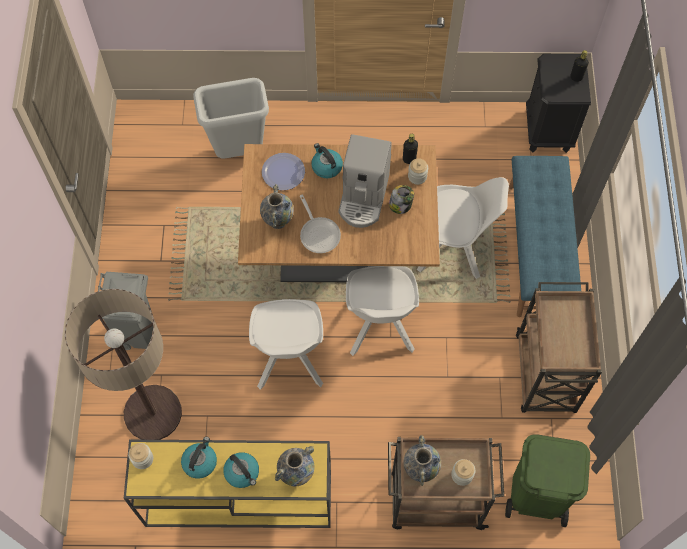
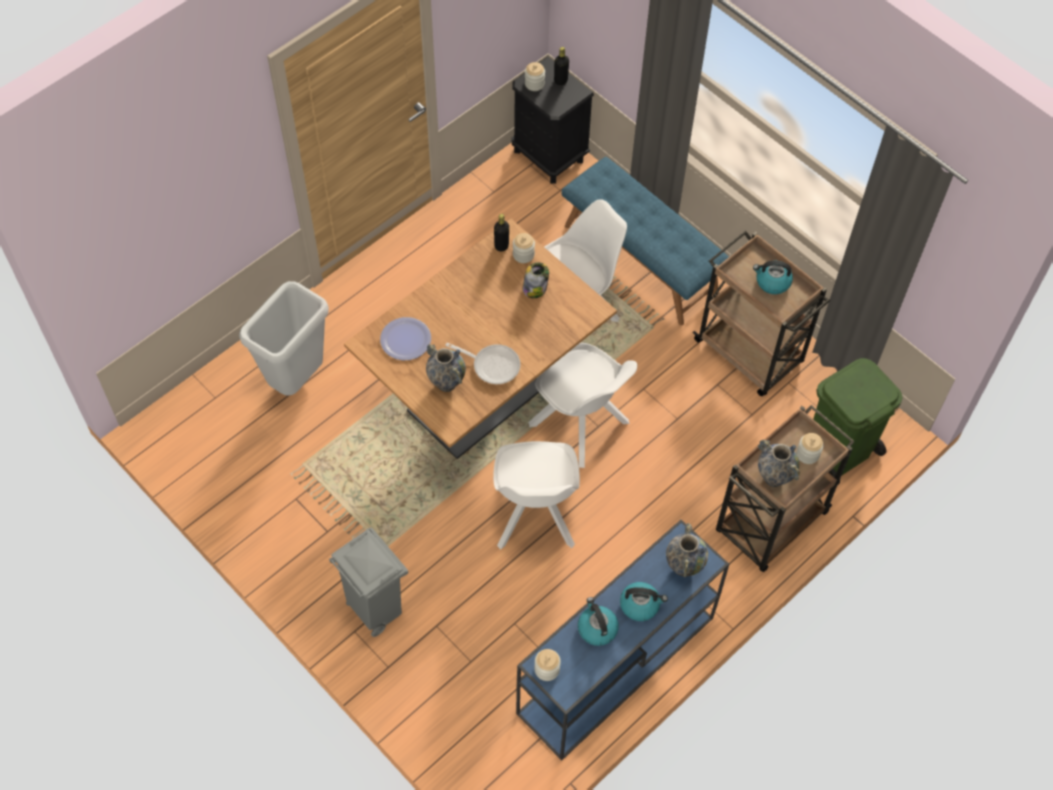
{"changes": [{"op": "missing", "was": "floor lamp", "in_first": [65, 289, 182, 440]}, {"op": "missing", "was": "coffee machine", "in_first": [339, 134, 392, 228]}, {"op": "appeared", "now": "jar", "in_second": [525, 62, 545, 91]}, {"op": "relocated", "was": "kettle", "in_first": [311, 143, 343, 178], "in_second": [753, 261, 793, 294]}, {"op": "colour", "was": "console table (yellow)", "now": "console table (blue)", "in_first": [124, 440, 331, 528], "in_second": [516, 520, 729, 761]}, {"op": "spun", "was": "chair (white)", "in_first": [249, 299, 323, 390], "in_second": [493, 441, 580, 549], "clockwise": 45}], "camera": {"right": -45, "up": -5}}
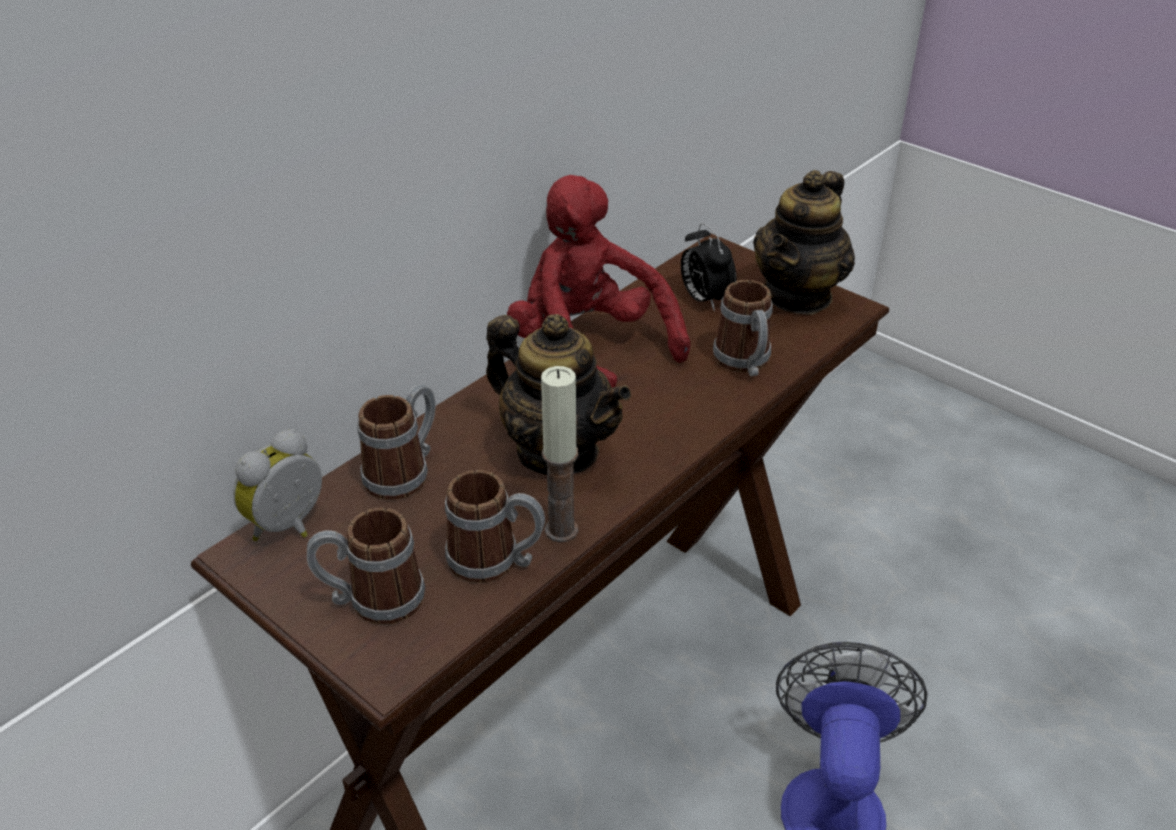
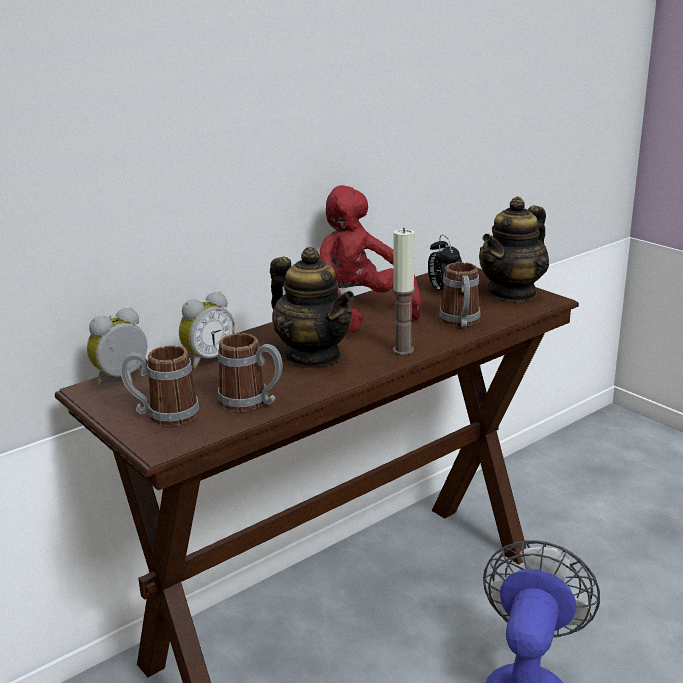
{"changes": [{"op": "relocated", "was": "candle", "in_first": [541, 366, 578, 542], "in_second": [392, 228, 415, 355]}, {"op": "exchanged", "was": "mug", "now": "alarm clock", "in_first": [357, 384, 436, 500], "in_second": [179, 292, 235, 369]}], "camera": {"right": 10, "up": -15}}
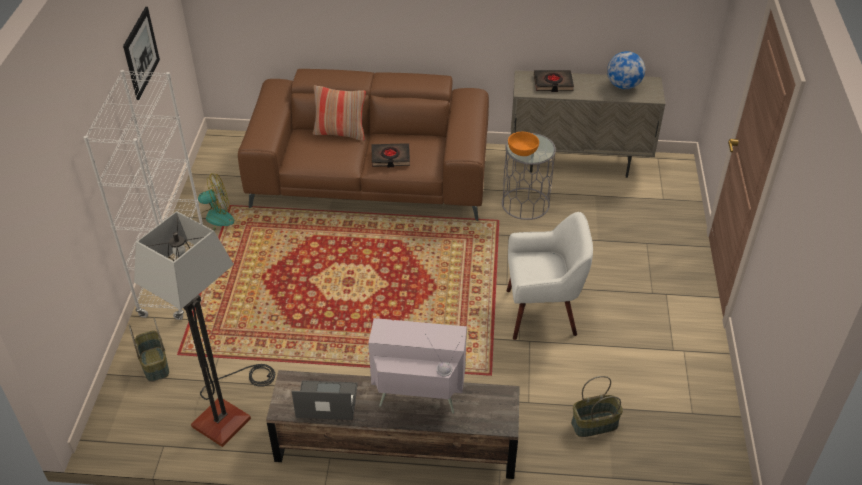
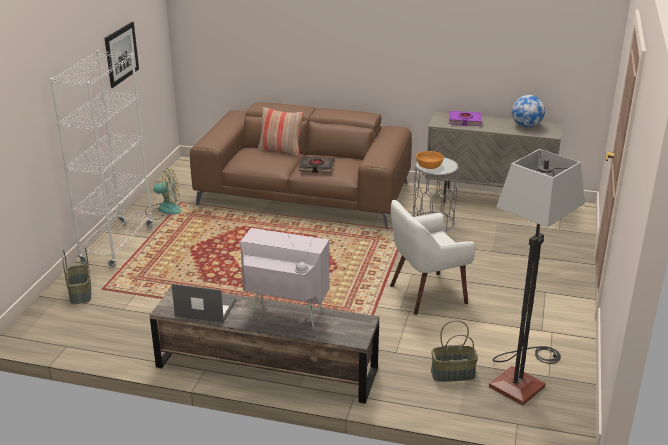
{"changes": [{"op": "relocated", "was": "floor lamp", "in_first": [134, 211, 275, 447], "in_second": [489, 149, 585, 406]}, {"op": "colour", "was": "book (black)", "now": "book (purple)", "in_first": [534, 70, 574, 92], "in_second": [449, 111, 482, 126]}, {"op": "spun", "was": "armchair (white)", "in_first": [507, 212, 593, 340], "in_second": [390, 200, 475, 315], "clockwise": 150}], "camera": {"right": 10, "up": -15}}
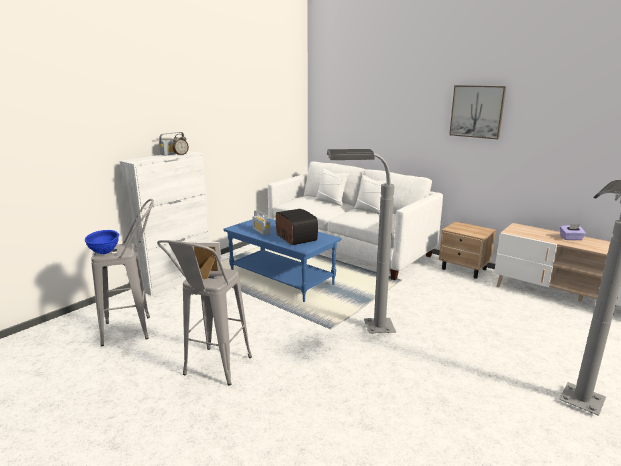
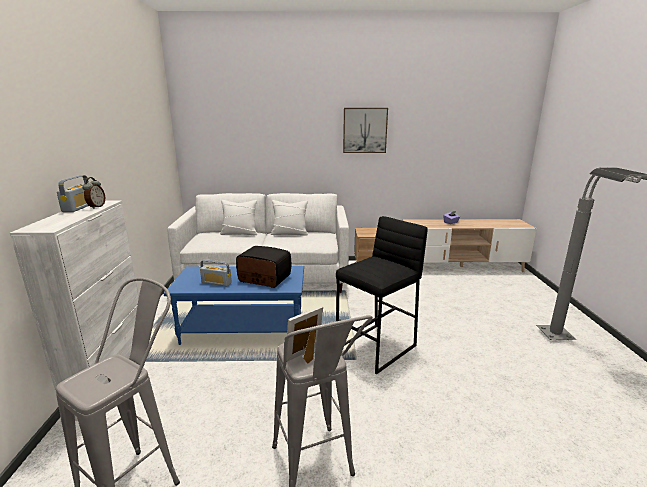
{"changes": [{"op": "missing", "was": "bowl (blue)", "in_first": [85, 230, 119, 254]}, {"op": "exchanged", "was": "floor lamp (grey)", "now": "stool (black)", "in_first": [327, 149, 396, 334], "in_second": [336, 216, 428, 374]}], "camera": {"right": -40, "up": 0}}
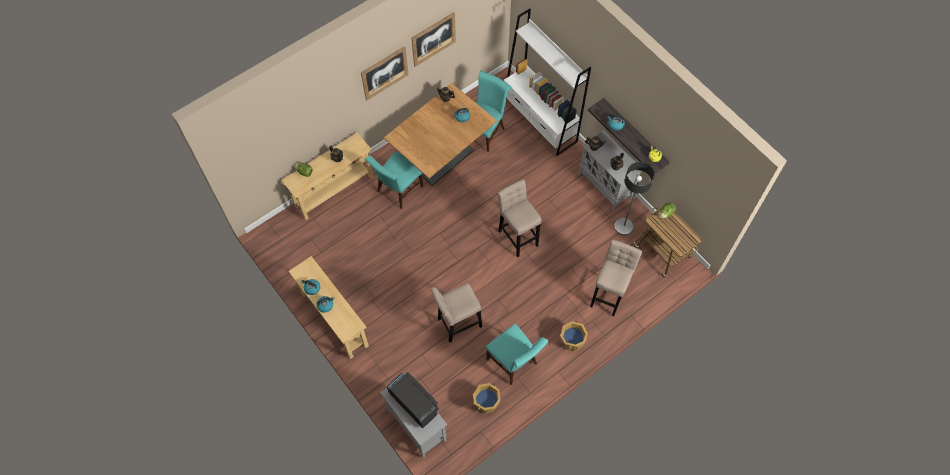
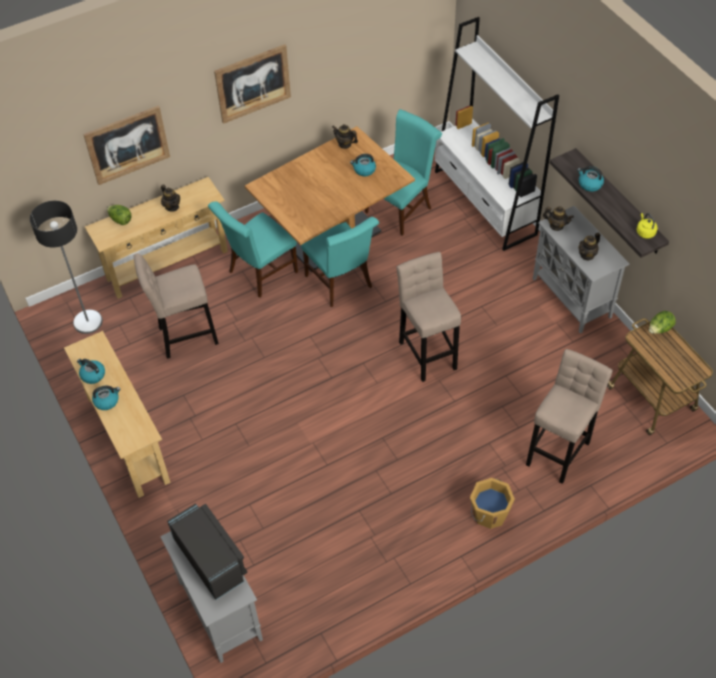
{"changes": [{"op": "missing", "was": "bucket (orange)", "in_first": [473, 383, 501, 413]}, {"op": "relocated", "was": "picture", "in_first": [411, 12, 456, 67], "in_second": [83, 105, 170, 185]}, {"op": "relocated", "was": "stool (beige)", "in_first": [431, 283, 482, 343], "in_second": [134, 253, 219, 359]}, {"op": "relocated", "was": "chair (turquoise)", "in_first": [486, 324, 549, 385], "in_second": [301, 217, 379, 307]}, {"op": "relocated", "was": "floor lamp", "in_first": [614, 162, 655, 235], "in_second": [30, 201, 103, 334]}], "camera": {"right": 10, "up": -10}}
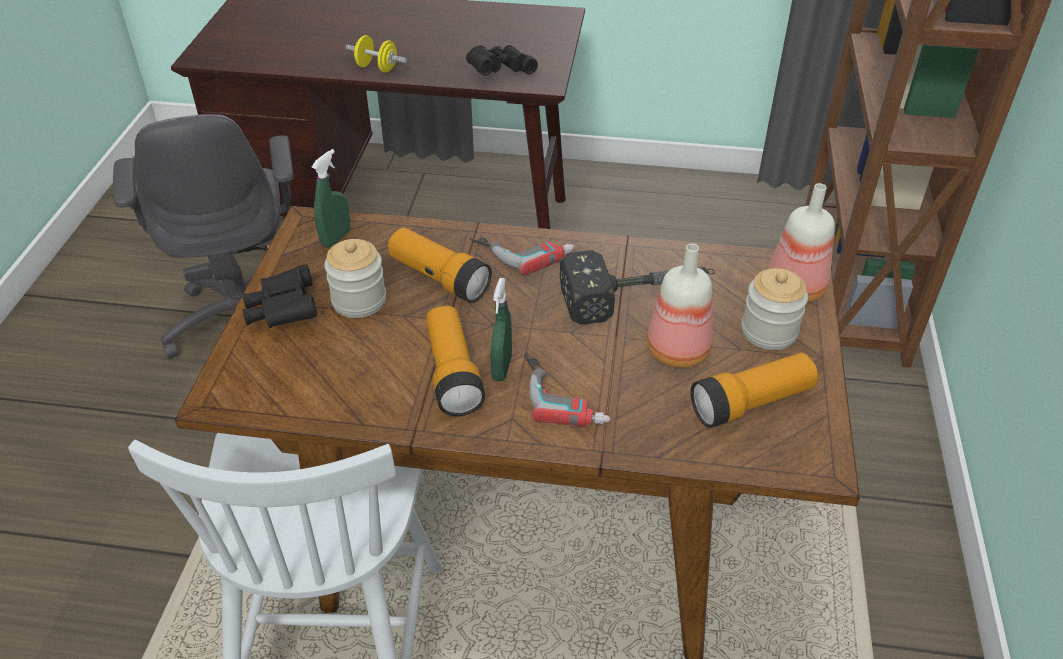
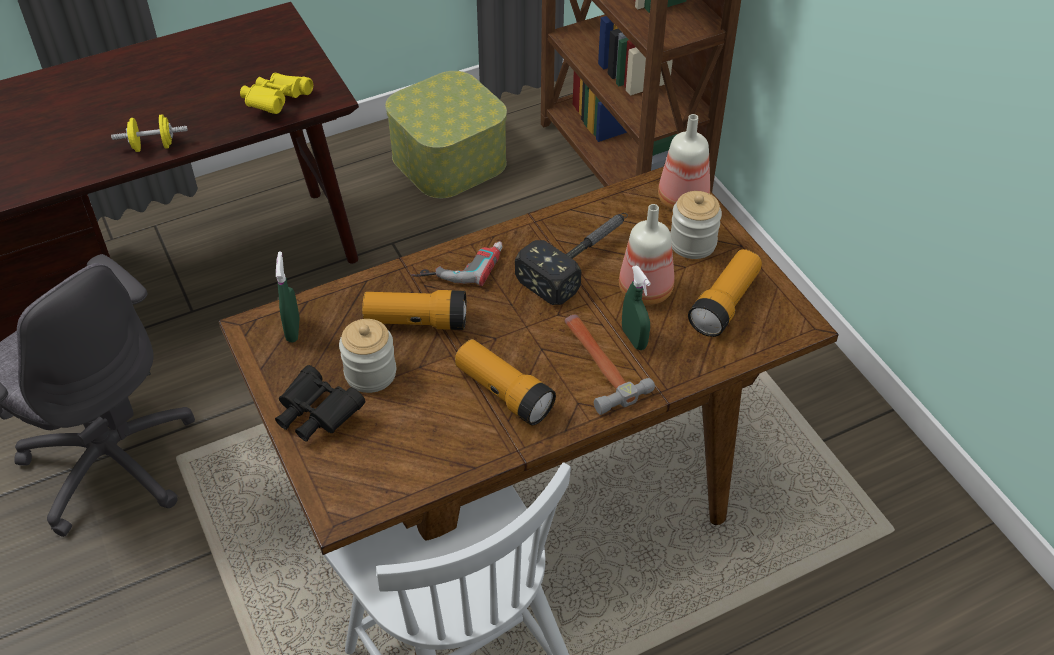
{"changes": [{"op": "appeared", "now": "storage box", "in_second": [385, 71, 507, 198]}, {"op": "relocated", "was": "spray bottle (green)", "in_first": [490, 278, 512, 381], "in_second": [622, 265, 651, 350]}, {"op": "exchanged", "was": "power drill", "now": "hammer", "in_first": [525, 352, 611, 427], "in_second": [564, 314, 655, 415]}, {"op": "colour", "was": "binoculars (black)", "now": "binoculars (yellow)", "in_first": [466, 45, 538, 75], "in_second": [240, 73, 313, 114]}], "camera": {"right": -35, "up": 5}}
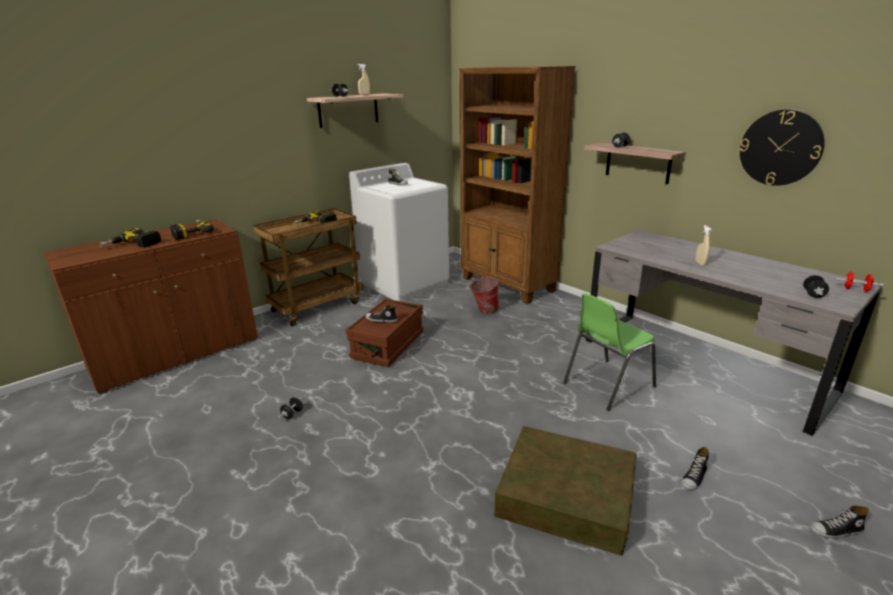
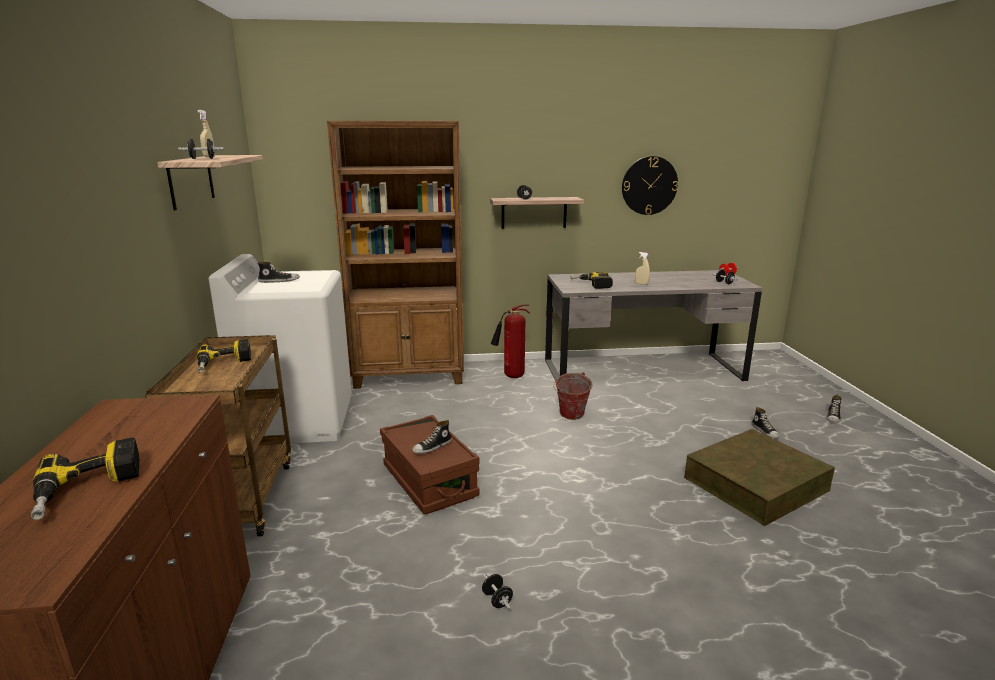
{"changes": [{"op": "missing", "was": "chair (green)", "in_first": [563, 293, 656, 411]}, {"op": "appeared", "now": "fire extinguisher", "in_second": [491, 305, 530, 378]}, {"op": "relocated", "was": "power drill", "in_first": [170, 220, 214, 240], "in_second": [570, 272, 613, 289]}, {"op": "relocated", "was": "bucket", "in_first": [469, 277, 499, 314], "in_second": [553, 372, 592, 420]}], "camera": {"right": -55, "up": -5}}
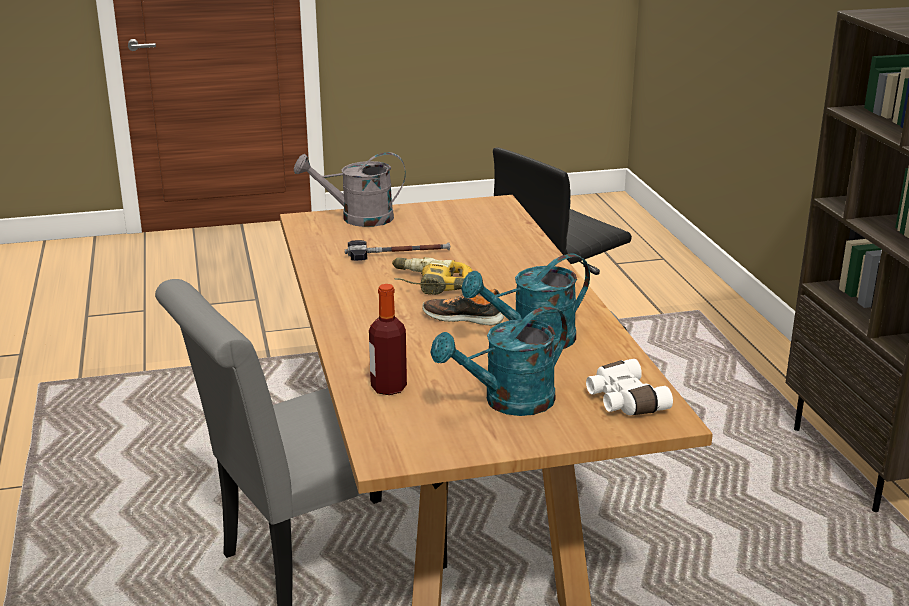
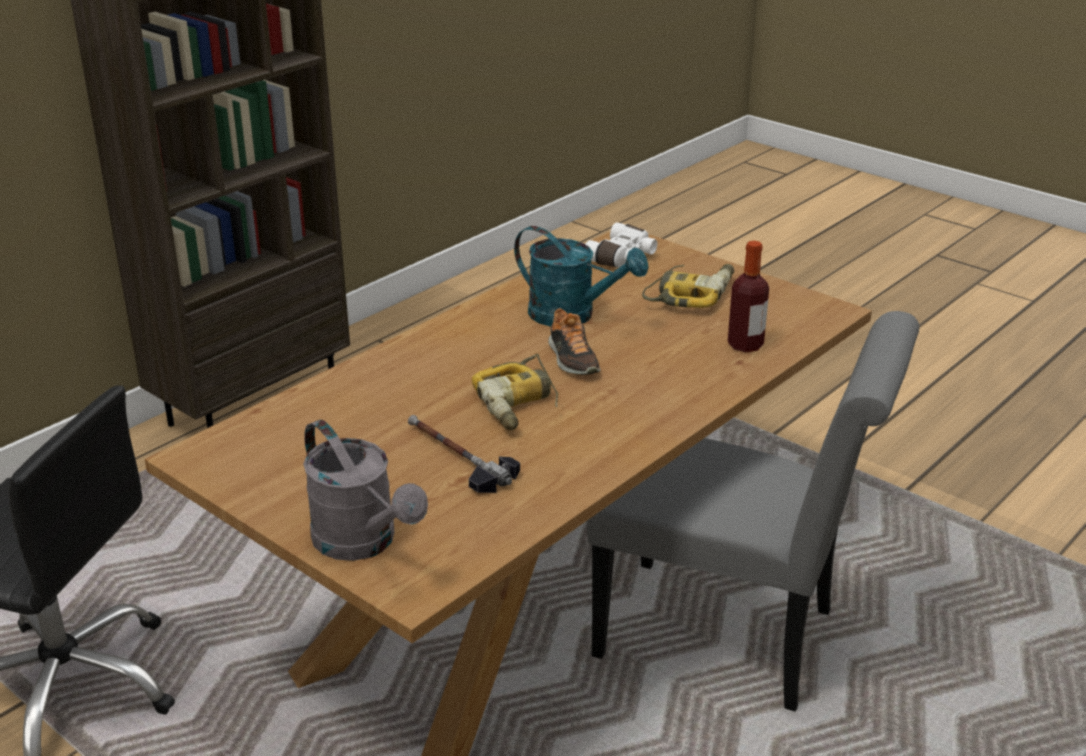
{"changes": [{"op": "exchanged", "was": "watering can (turquoise)", "now": "power drill", "in_first": [430, 306, 568, 416], "in_second": [642, 264, 734, 308]}], "camera": {"right": -125, "up": 5}}
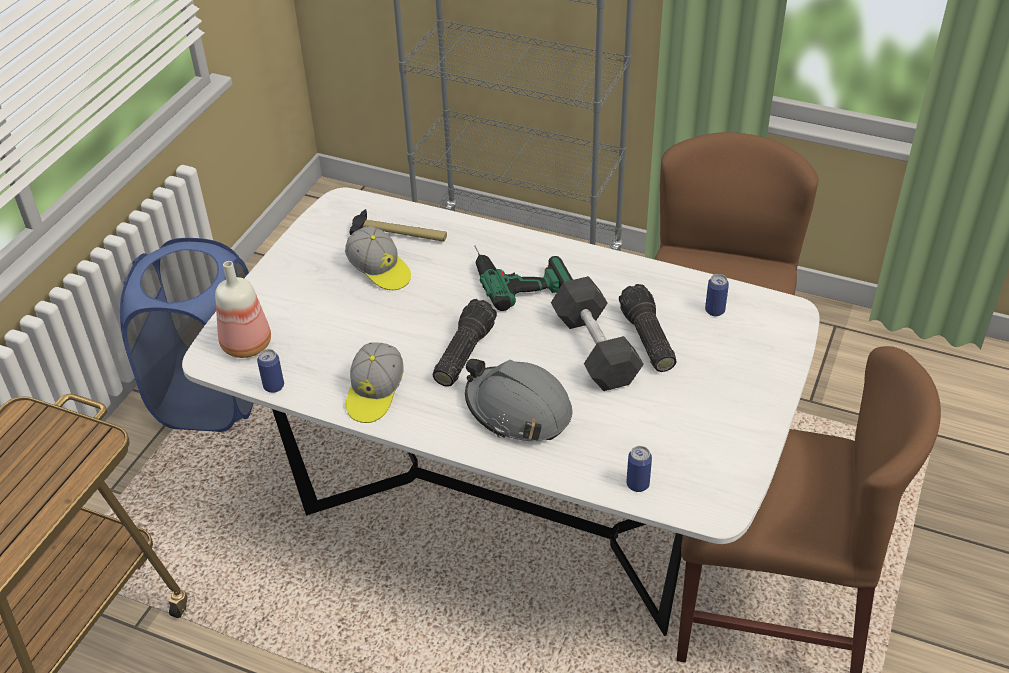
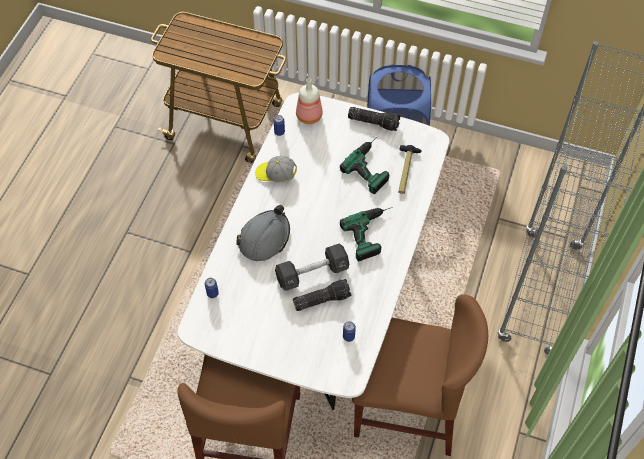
{"changes": [{"op": "relocated", "was": "flashlight", "in_first": [433, 299, 497, 387], "in_second": [348, 107, 400, 131]}, {"op": "exchanged", "was": "cap", "now": "power drill", "in_first": [345, 226, 411, 290], "in_second": [340, 137, 389, 194]}], "camera": {"right": 85, "up": 15}}
